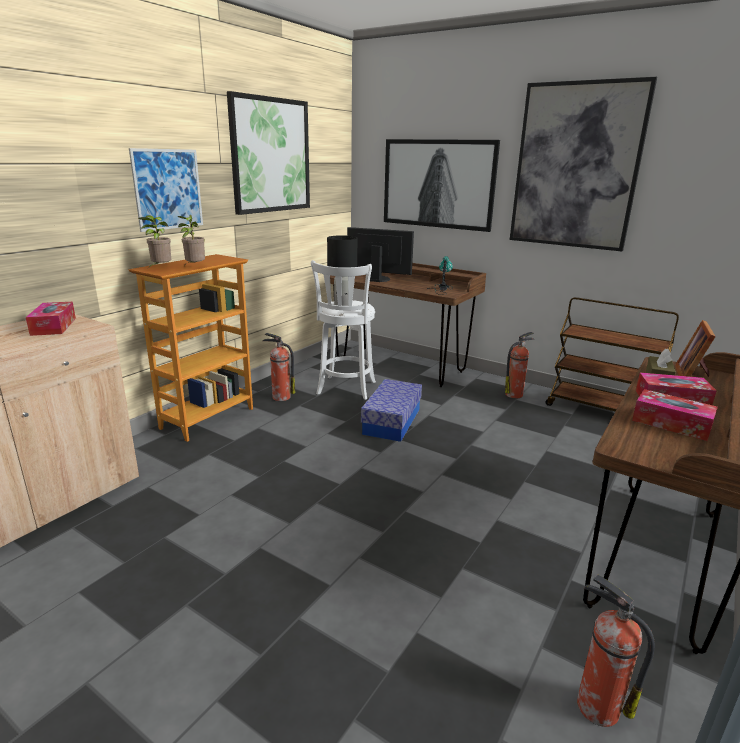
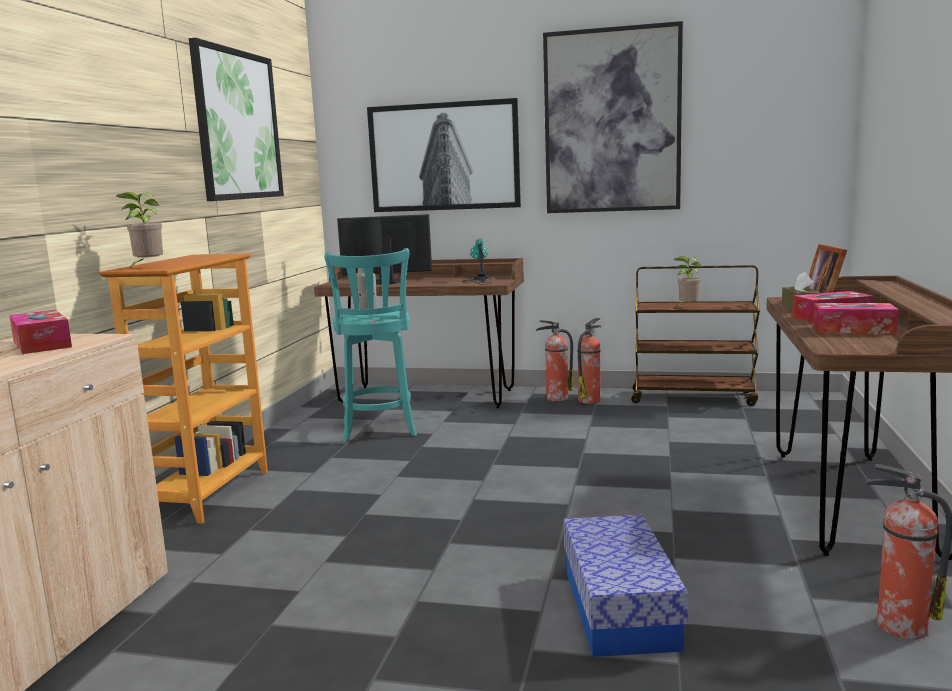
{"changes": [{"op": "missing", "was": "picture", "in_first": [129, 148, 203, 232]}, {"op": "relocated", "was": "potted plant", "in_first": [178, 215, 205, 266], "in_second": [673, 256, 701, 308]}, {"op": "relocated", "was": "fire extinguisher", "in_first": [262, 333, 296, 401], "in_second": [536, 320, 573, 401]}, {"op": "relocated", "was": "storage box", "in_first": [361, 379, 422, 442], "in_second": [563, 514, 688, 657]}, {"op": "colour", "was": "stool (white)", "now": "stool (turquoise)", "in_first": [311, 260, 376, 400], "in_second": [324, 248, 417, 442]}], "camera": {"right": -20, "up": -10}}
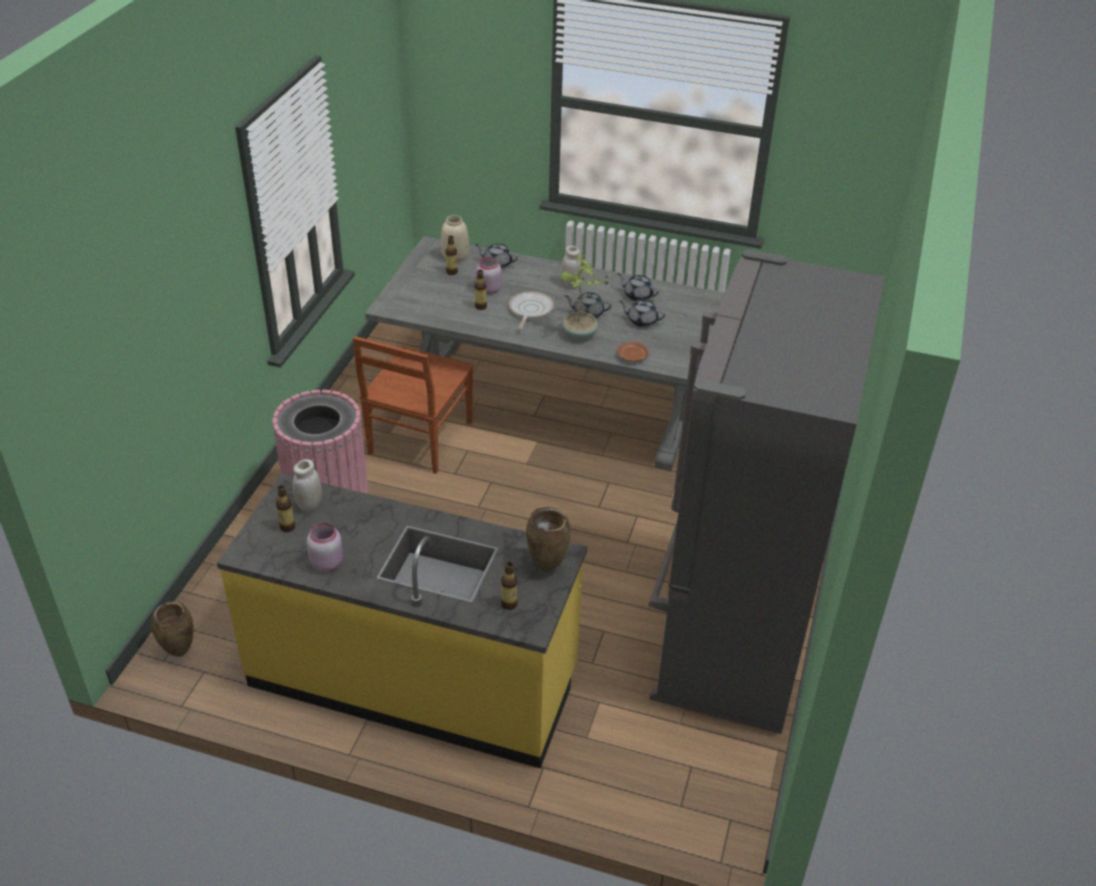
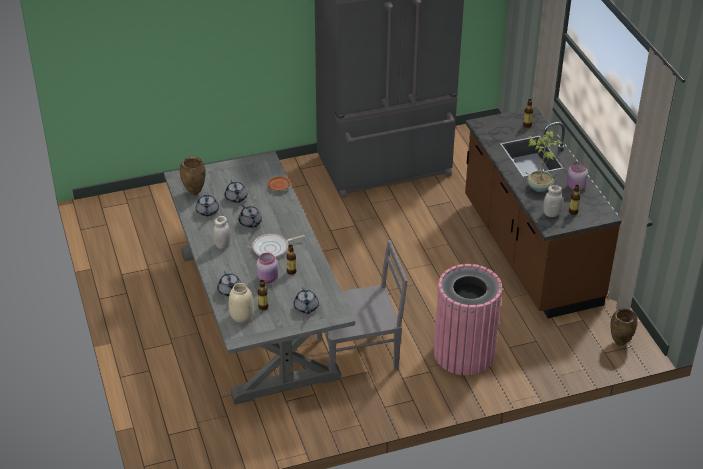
{"changes": [{"op": "appeared", "now": "teapot (grey)", "in_second": [294, 286, 319, 314]}, {"op": "relocated", "was": "vase (brown)", "in_first": [526, 507, 571, 572], "in_second": [180, 156, 206, 195]}, {"op": "relocated", "was": "potted plant", "in_first": [559, 255, 611, 340], "in_second": [527, 131, 562, 192]}, {"op": "colour", "was": "counter (yellow)", "now": "counter (brown)", "in_first": [217, 473, 587, 769], "in_second": [465, 107, 622, 318]}, {"op": "colour", "was": "chair (brown)", "now": "chair (grey)", "in_first": [353, 336, 474, 474], "in_second": [317, 240, 408, 373]}], "camera": {"right": -125, "up": 0}}
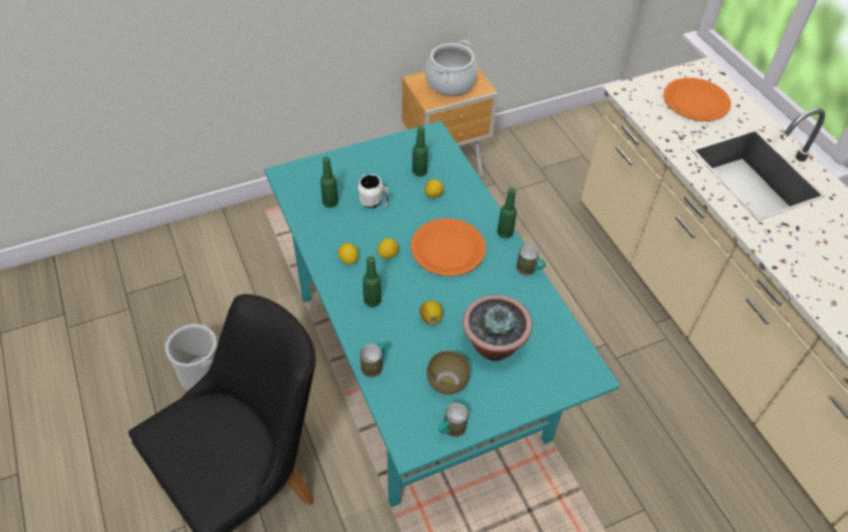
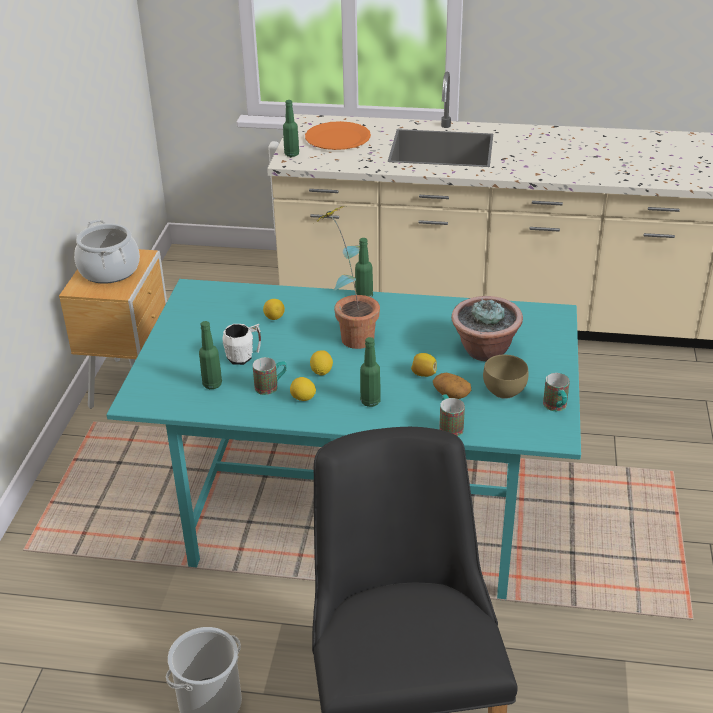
{"changes": [{"op": "appeared", "now": "potato", "in_second": [433, 373, 471, 399]}, {"op": "relocated", "was": "bottle (green)", "in_first": [412, 126, 428, 176], "in_second": [283, 100, 299, 157]}, {"op": "relocated", "was": "mug", "in_first": [516, 244, 546, 275], "in_second": [253, 357, 287, 395]}, {"op": "exchanged", "was": "plate (orange)", "now": "potted plant", "in_first": [411, 218, 486, 276], "in_second": [312, 206, 380, 349]}], "camera": {"right": -55, "up": -15}}
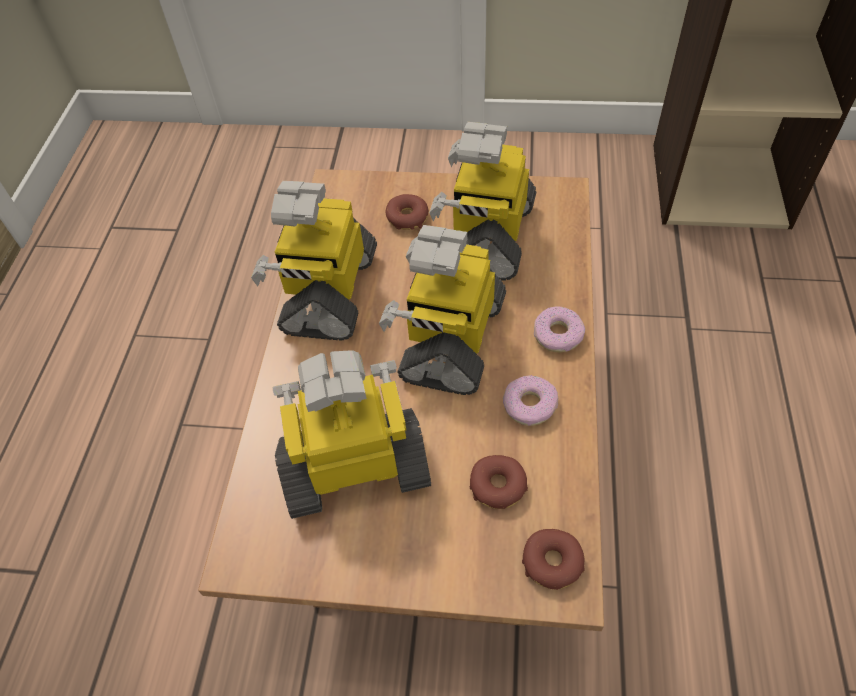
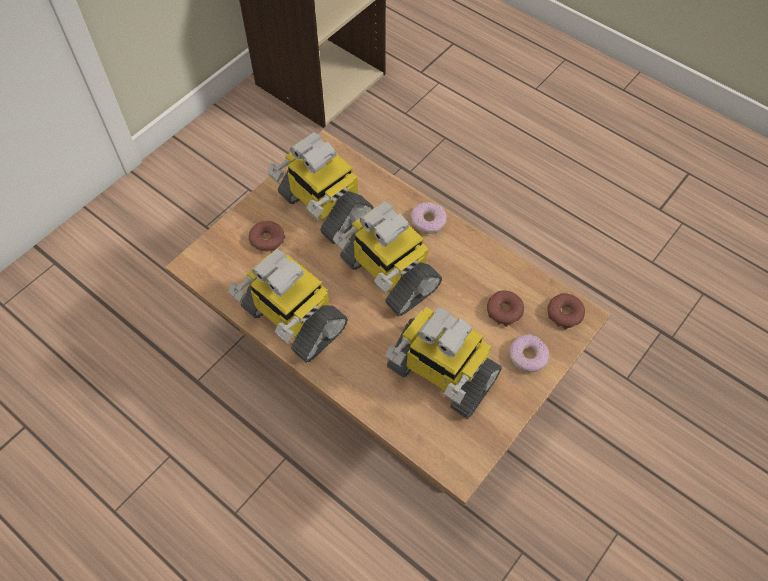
{"changes": [{"op": "relocated", "was": "donut", "in_first": [503, 375, 558, 426], "in_second": [509, 334, 549, 373]}, {"op": "spun", "was": "toy robot", "in_first": [273, 350, 431, 519], "in_second": [385, 307, 502, 419], "clockwise": -75}], "camera": {"right": -60, "up": 5}}
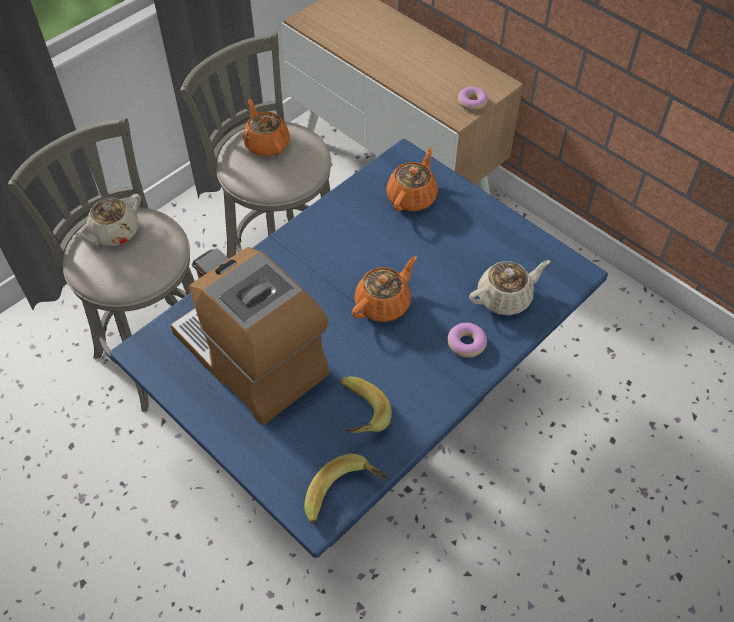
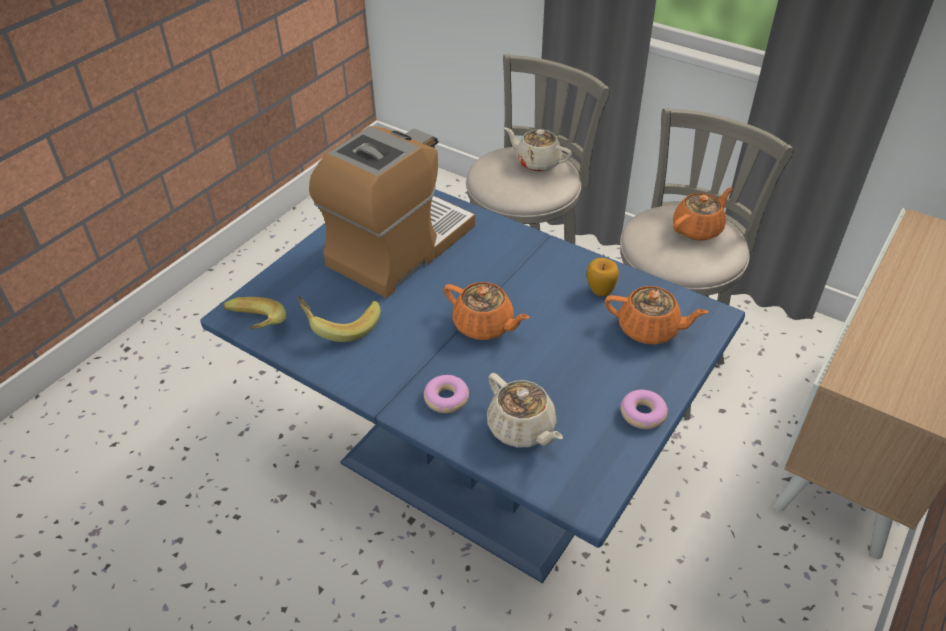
{"changes": [{"op": "appeared", "now": "apple", "in_second": [587, 258, 619, 296]}, {"op": "relocated", "was": "donut", "in_first": [458, 87, 488, 111], "in_second": [620, 390, 668, 429]}], "camera": {"right": 80, "up": -10}}
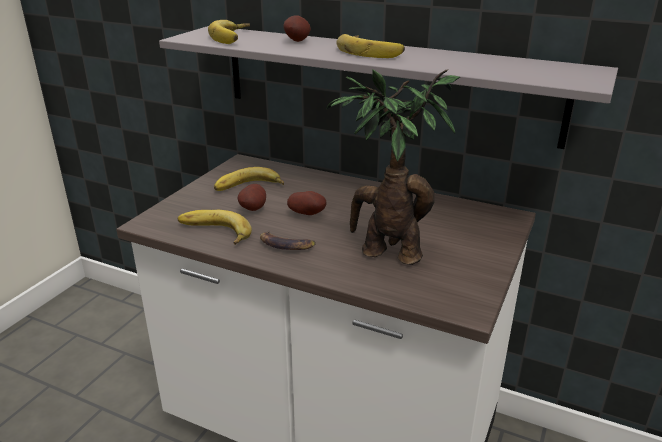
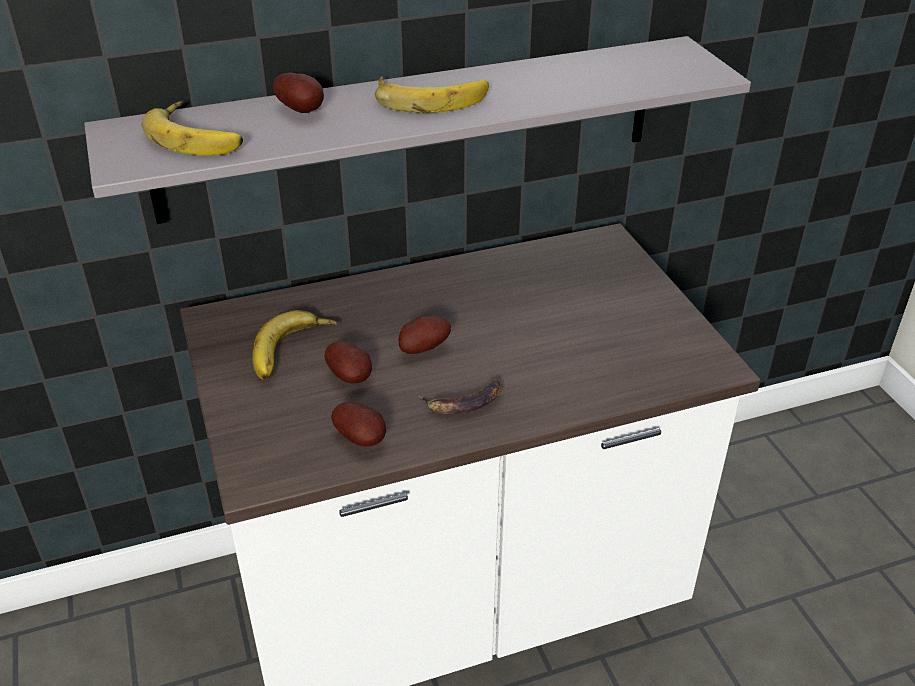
{"changes": [{"op": "missing", "was": "potted plant", "in_first": [326, 69, 460, 265]}, {"op": "exchanged", "was": "banana", "now": "potato", "in_first": [178, 210, 252, 245], "in_second": [331, 402, 386, 447]}], "camera": {"right": -45, "up": 10}}
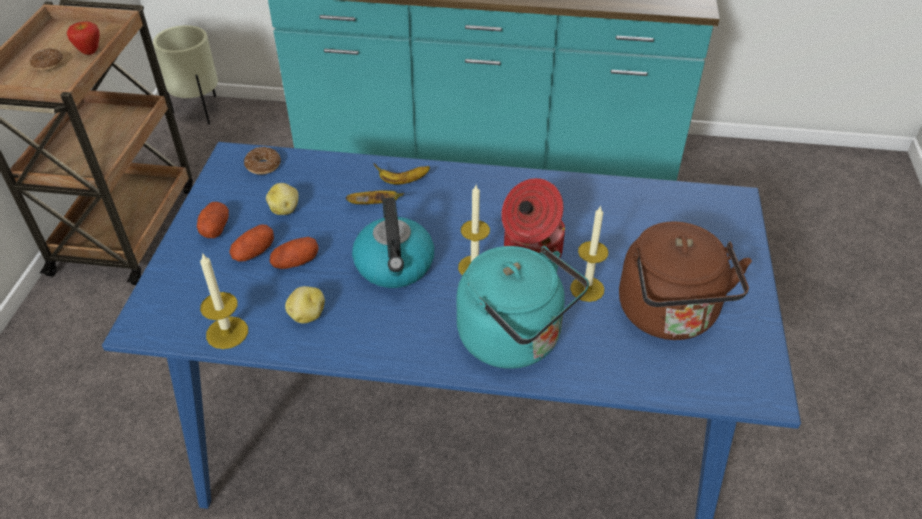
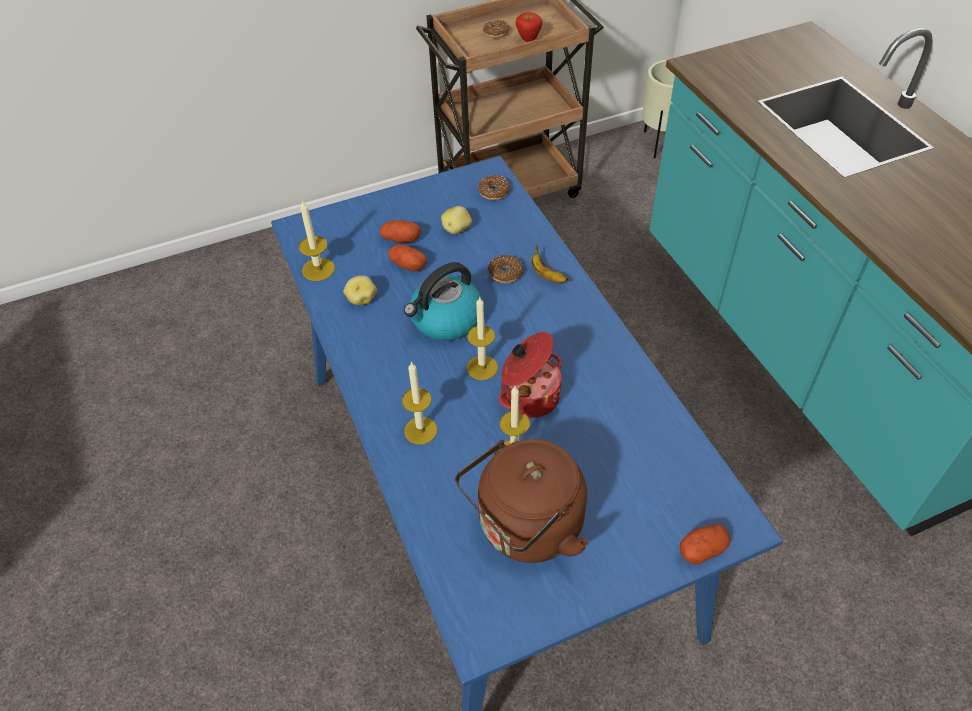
{"changes": [{"op": "relocated", "was": "potato", "in_first": [197, 202, 229, 238], "in_second": [680, 524, 730, 565]}, {"op": "exchanged", "was": "banana", "now": "donut", "in_first": [346, 190, 404, 204], "in_second": [488, 255, 524, 283]}, {"op": "exchanged", "was": "kettle (turquoise)", "now": "candle", "in_first": [457, 246, 589, 369], "in_second": [402, 361, 437, 445]}], "camera": {"right": 60, "up": 5}}
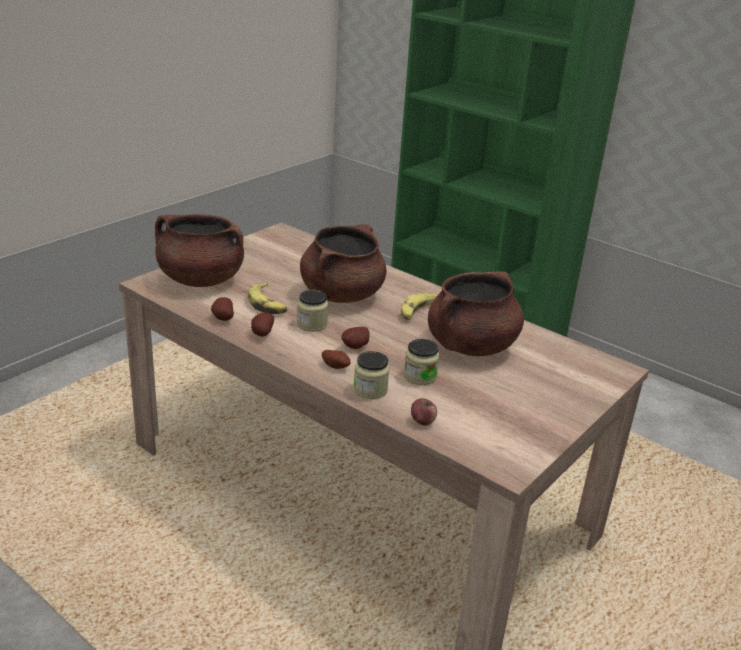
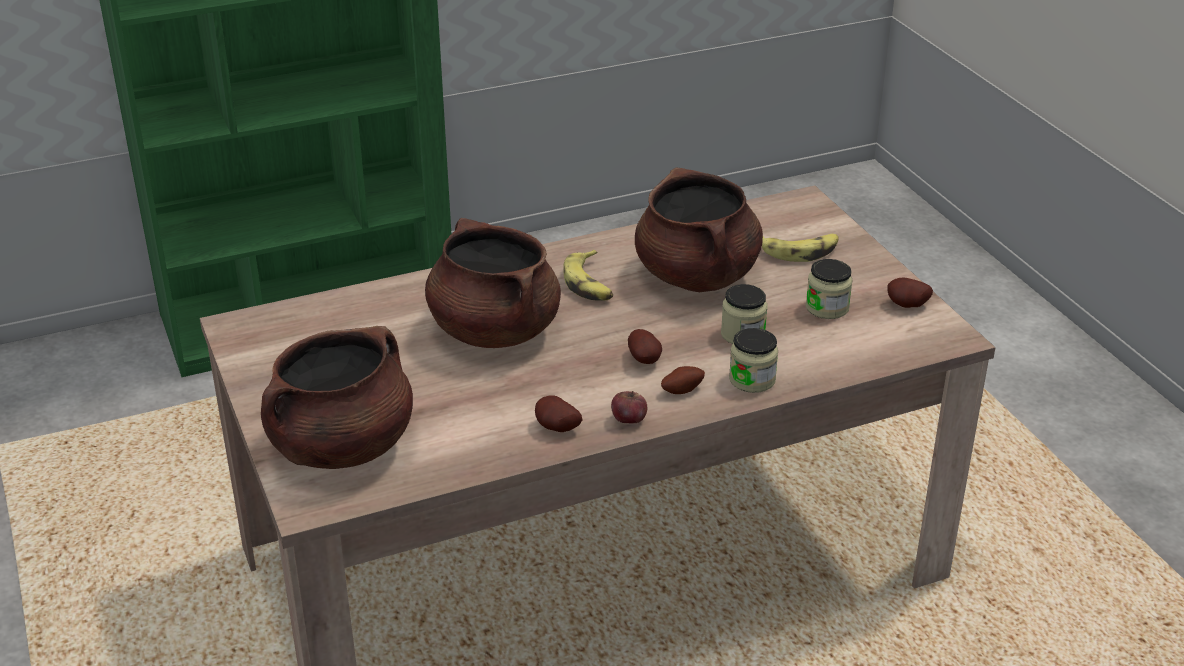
{"changes": [{"op": "relocated", "was": "potato", "in_first": [211, 297, 234, 321], "in_second": [887, 278, 933, 308]}, {"op": "relocated", "was": "banana", "in_first": [248, 283, 288, 314], "in_second": [762, 234, 838, 262]}, {"op": "relocated", "was": "jar", "in_first": [297, 290, 328, 332], "in_second": [806, 259, 853, 319]}, {"op": "relocated", "was": "apple", "in_first": [411, 398, 437, 426], "in_second": [611, 391, 647, 423]}], "camera": {"right": -60, "up": 5}}
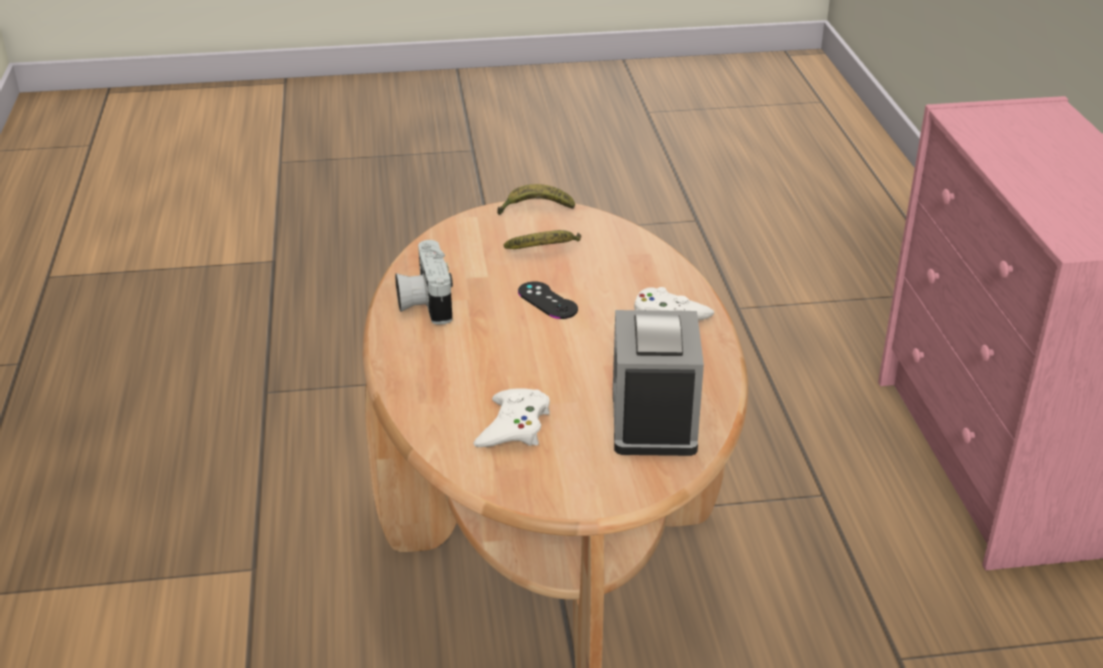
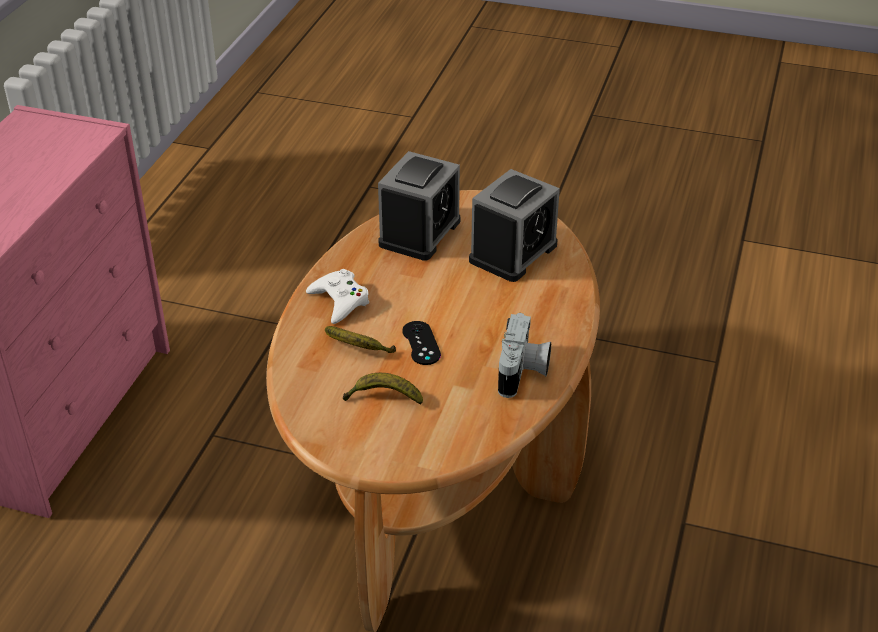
{"changes": [{"op": "relocated", "was": "banana", "in_first": [497, 184, 575, 215], "in_second": [325, 326, 396, 353]}, {"op": "exchanged", "was": "game controller (white)", "now": "alarm clock", "in_first": [473, 389, 550, 447], "in_second": [469, 169, 560, 282]}], "camera": {"right": -155, "up": 5}}
